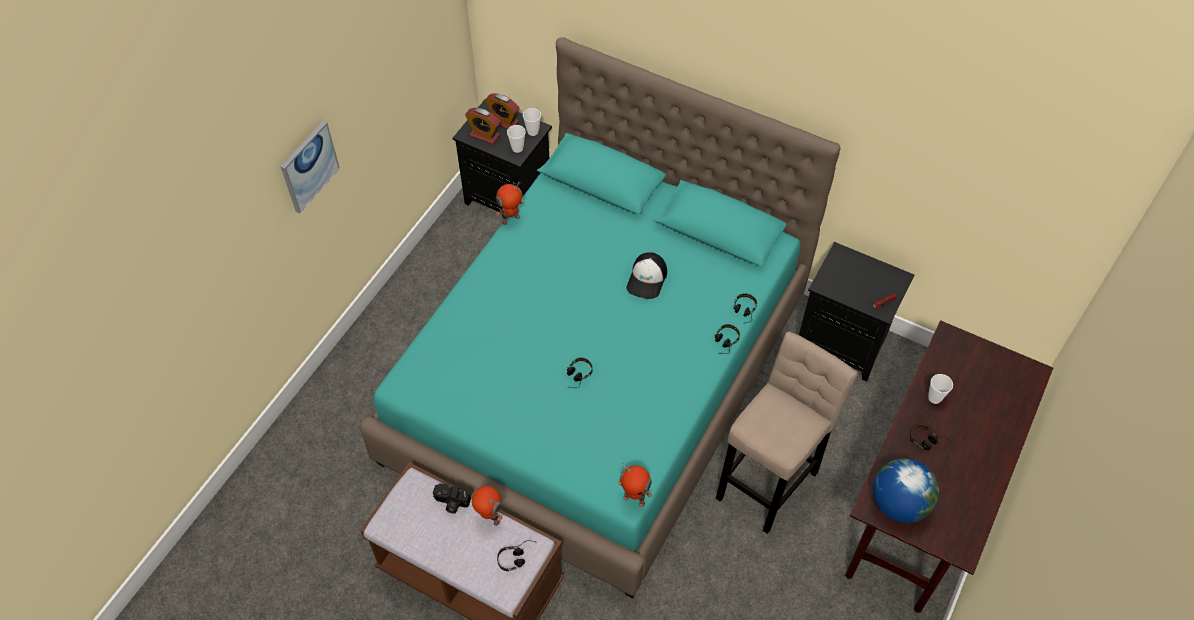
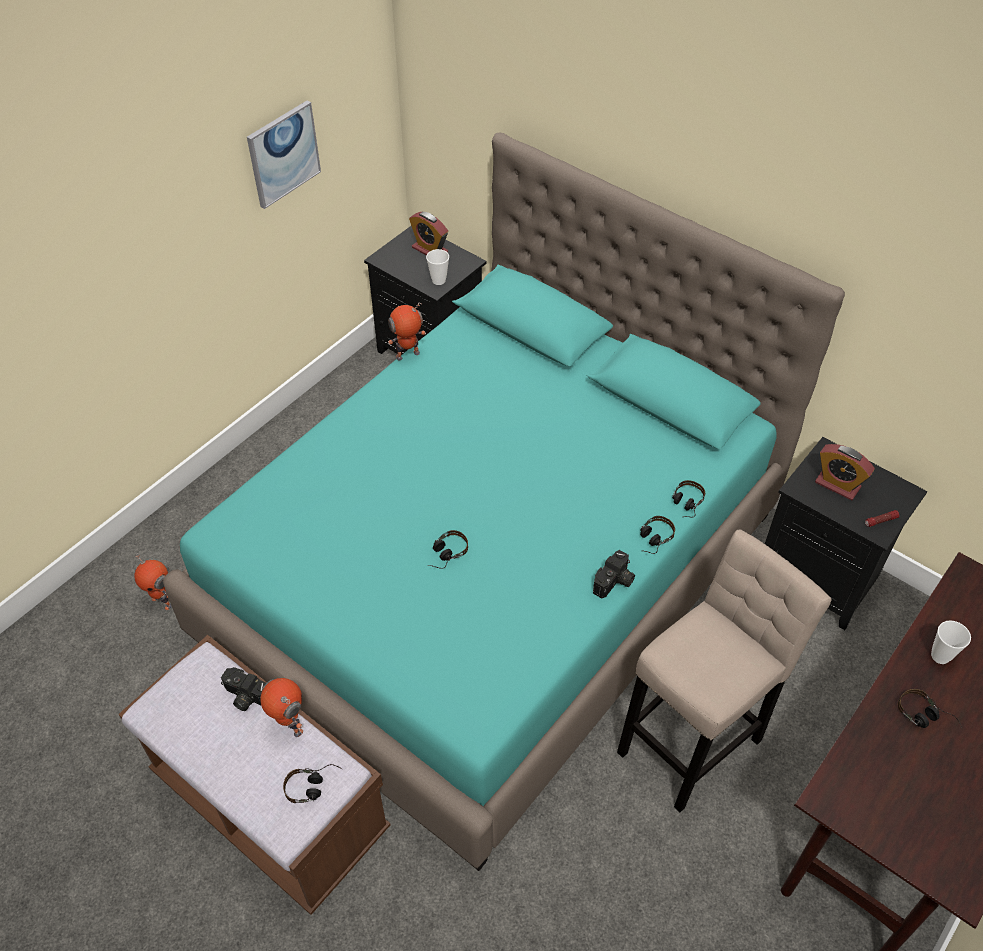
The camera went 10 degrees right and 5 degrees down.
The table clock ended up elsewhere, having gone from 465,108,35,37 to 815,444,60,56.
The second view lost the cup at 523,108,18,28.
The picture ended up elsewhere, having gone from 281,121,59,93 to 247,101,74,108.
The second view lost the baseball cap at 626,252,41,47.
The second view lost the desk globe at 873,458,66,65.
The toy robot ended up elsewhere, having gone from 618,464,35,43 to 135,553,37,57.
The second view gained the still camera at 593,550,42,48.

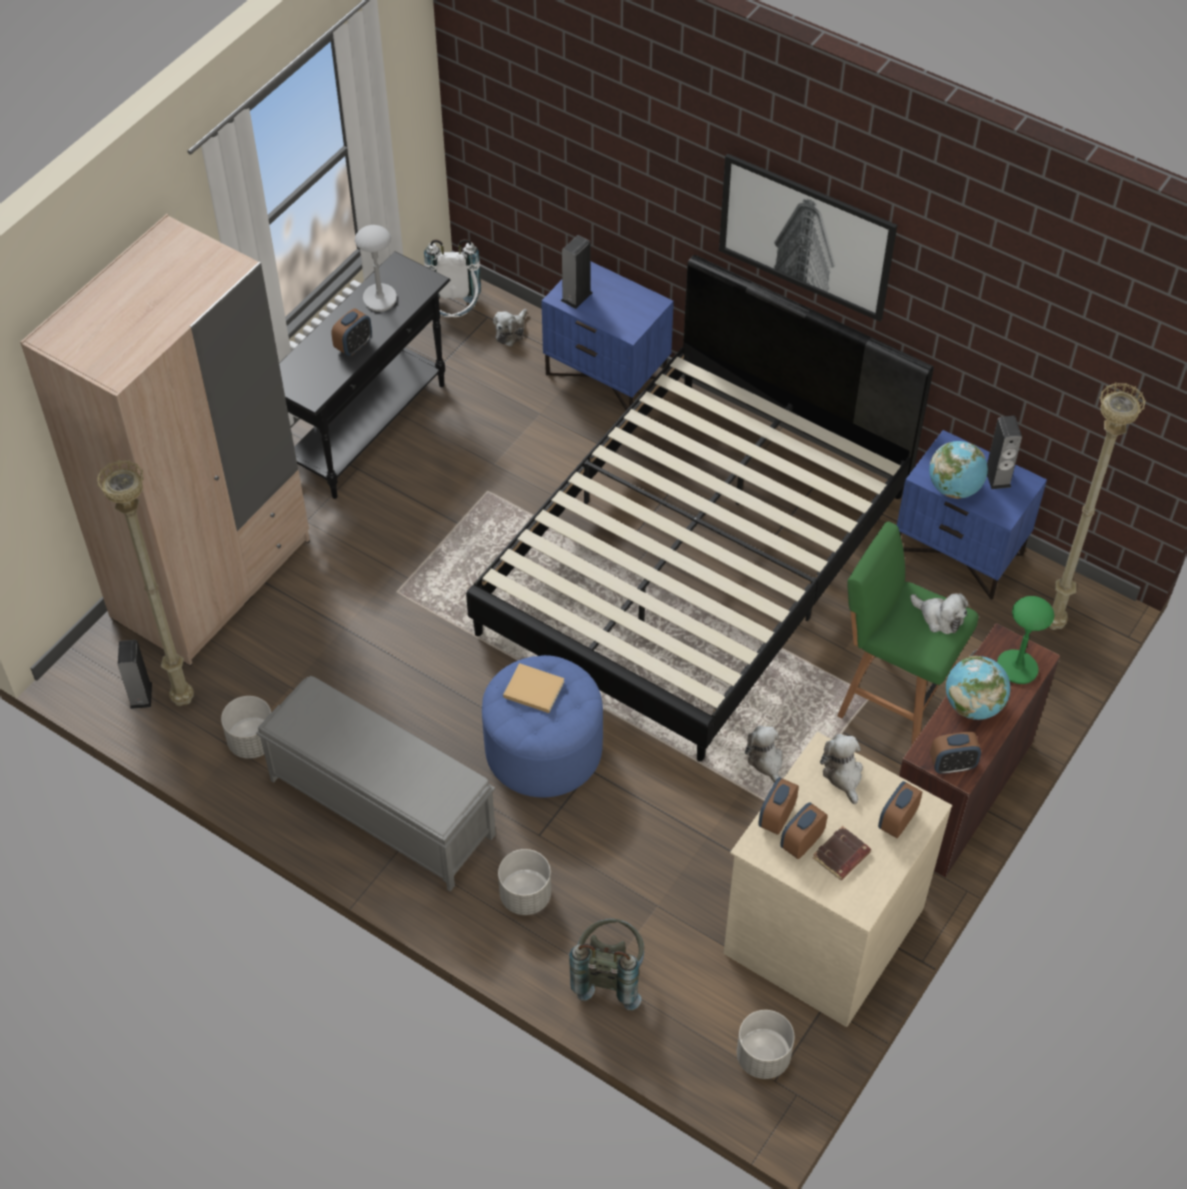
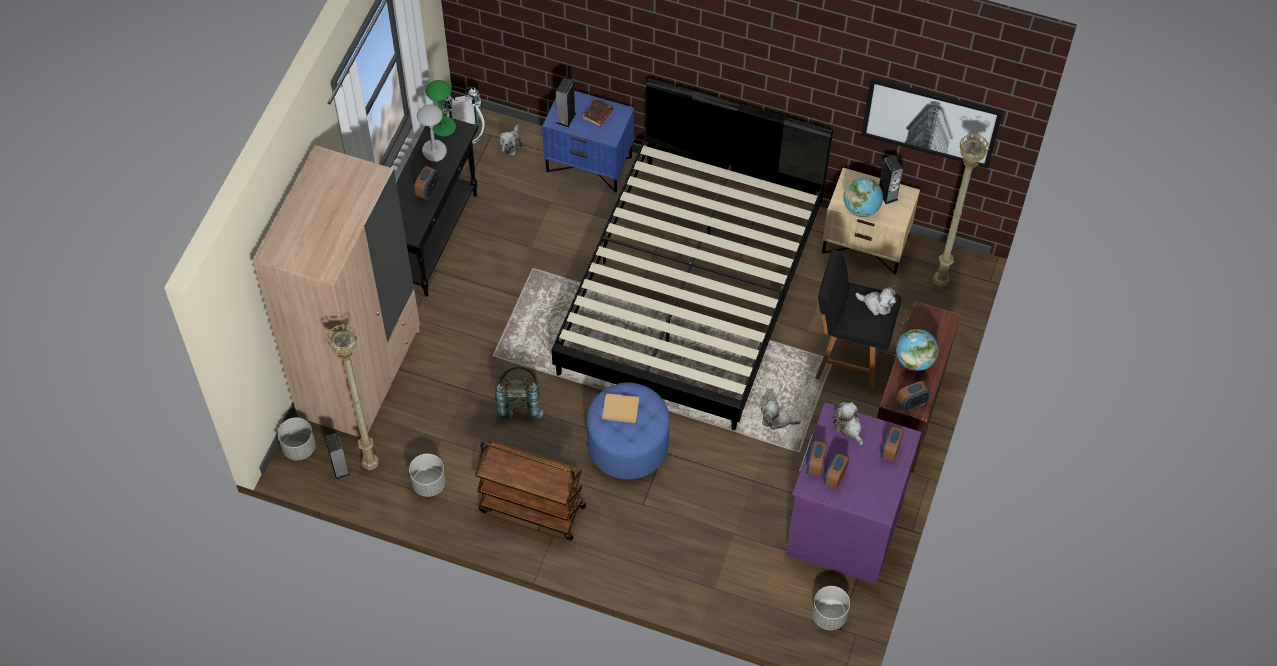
The camera went 15 degrees left and 5 degrees up.
The picture ended up elsewhere, having gone from 719,153,178,168 to 861,78,142,91.
What was the blue-coloured bedside table at 897,430,150,170 turned into the sand-coloured bedside table at 822,168,98,107.
What was the green-coloured stool seat at 837,522,142,224 turned into the black-coloured stool seat at 815,249,86,145.
The green-coloured lamp for a table ended up elsewhere, having gone from 997,596,57,88 to 426,80,30,57.
Where the greyish indoor bench stood at 256,676,240,216, the brownish wheeled cart came to stand at 475,441,111,99.
The plush toy at 745,726,38,57 ended up facing another way, 45 degrees counterclockwise from before.
What was the sand-coloured chest of drawers at 723,732,229,295 turned into the purplish chest of drawers at 785,402,137,183.
The brownish bound book ended up elsewhere, having gone from 813,826,58,54 to 583,98,31,28.
The greyish flower pot ended up elsewhere, having gone from 498,849,53,66 to 278,417,38,43.
The greyish backpack ended up elsewhere, having gone from 569,919,75,91 to 495,366,48,54.

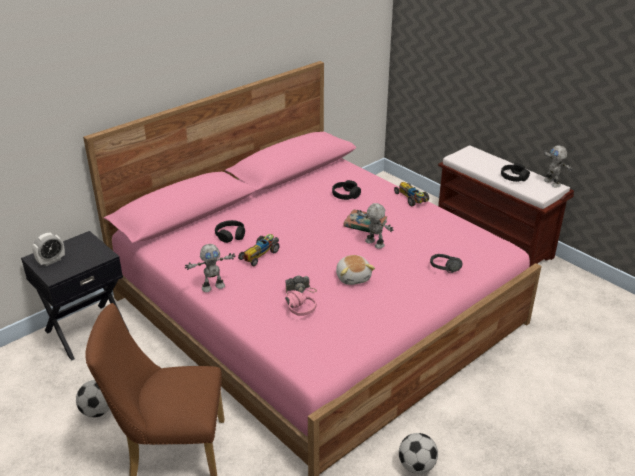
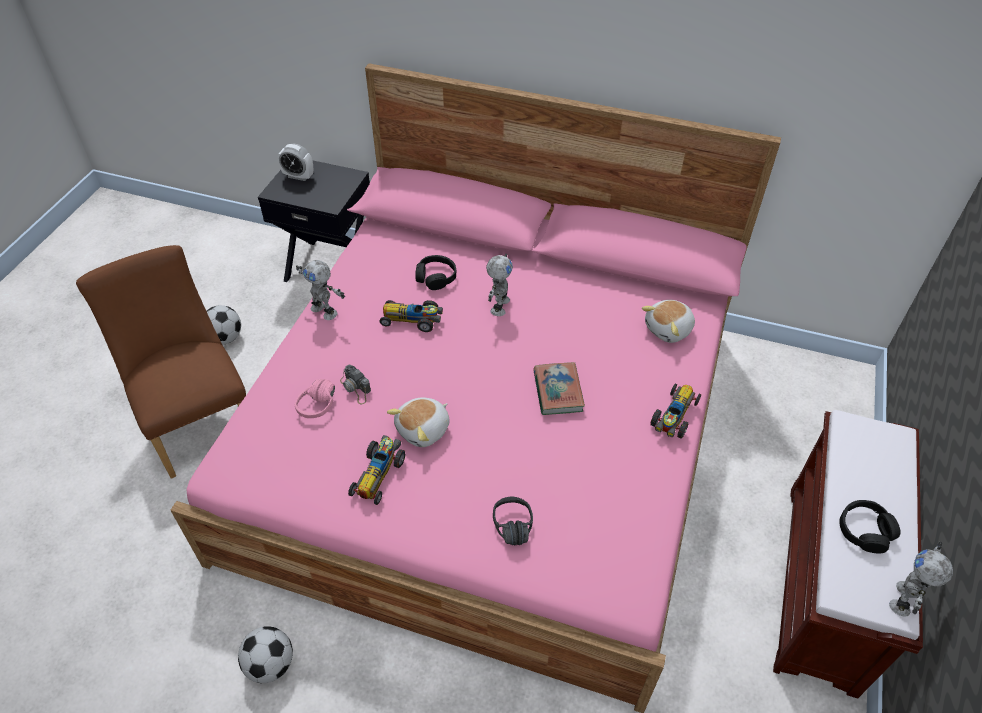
The camera went 60 degrees right and 15 degrees up.
The second view lost the black-coloured pair of headphones at 332,180,29,20.
The toy robot ended up elsewhere, having gone from 357,203,36,46 to 486,254,27,62.
The second view gained the plush toy at 642,300,53,43.
The second view gained the model car at 348,435,57,70.

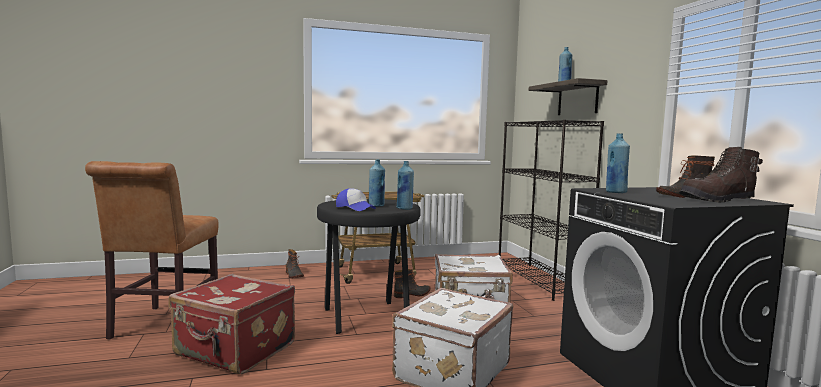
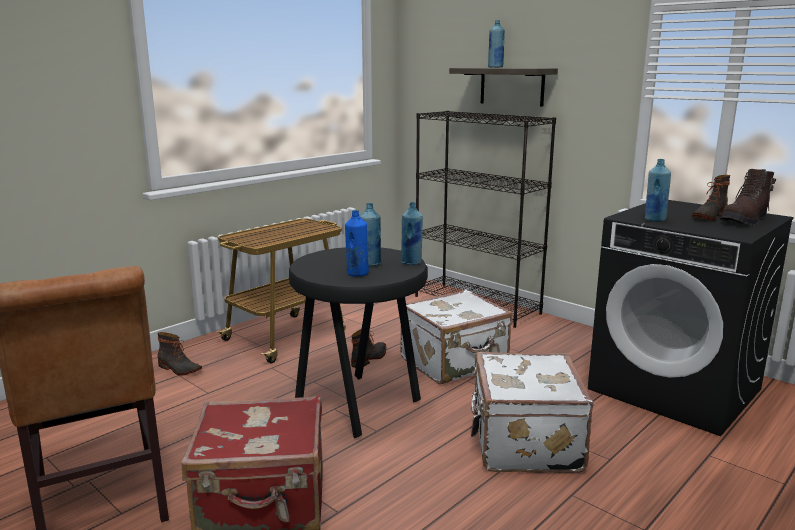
The camera went 30 degrees left and 10 degrees up.
Where the baseball cap stood at 336,188,40,23, the blue-coloured drink bottle came to stand at 345,210,24,67.

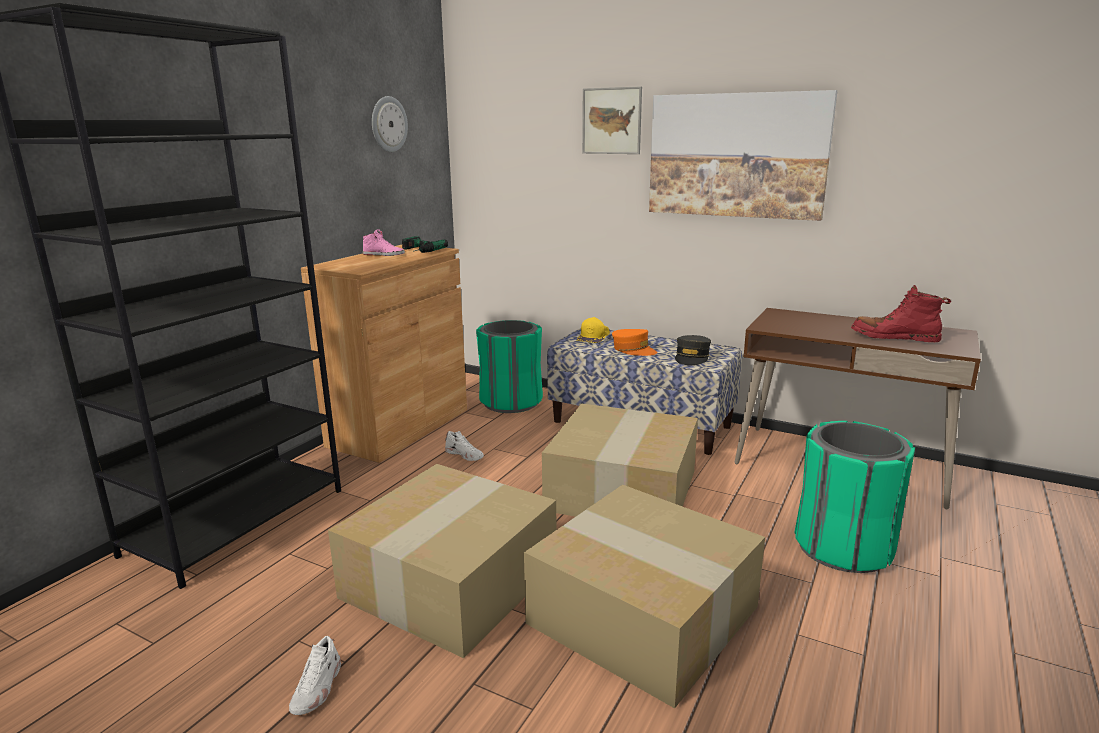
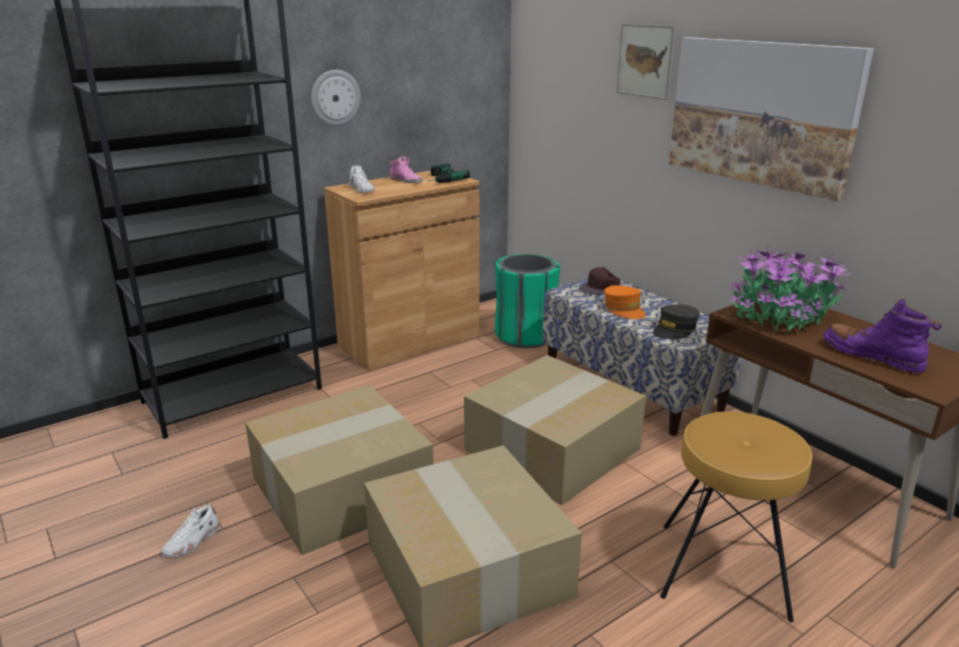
The camera went 25 degrees right and 5 degrees up.
The wall clock ended up elsewhere, having gone from 372,96,36,56 to 311,70,50,56.
What was the reddish tall boot at 851,285,100,58 turned into the purplish tall boot at 823,299,119,74.
What was the yellow baseball cap at 576,317,34,26 turned into the brownish baseball cap at 579,267,41,28.
Where the green-coloured trash can stood at 794,421,121,152, the brownish stool seat came to stand at 660,411,152,211.
The white-coloured shoe ended up elsewhere, having gone from 445,431,39,30 to 349,165,26,28.
The second view gained the potted plant at 728,242,123,90.

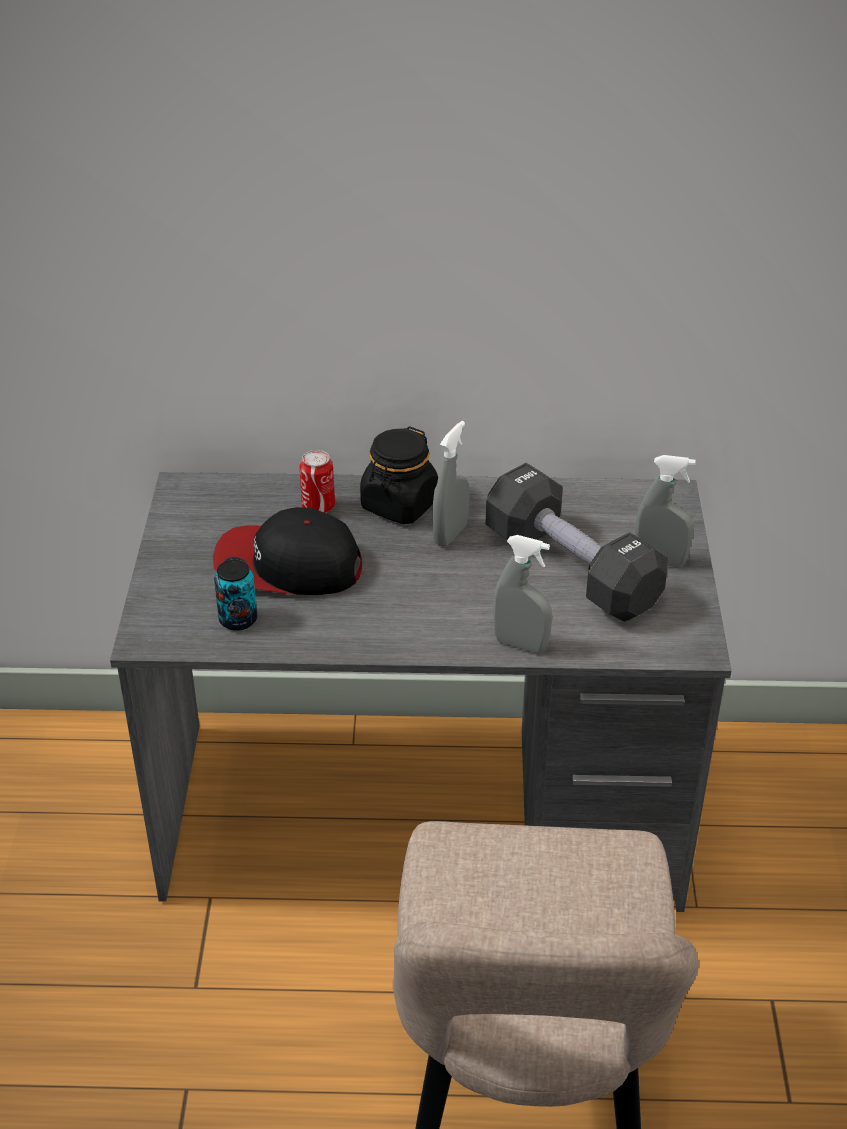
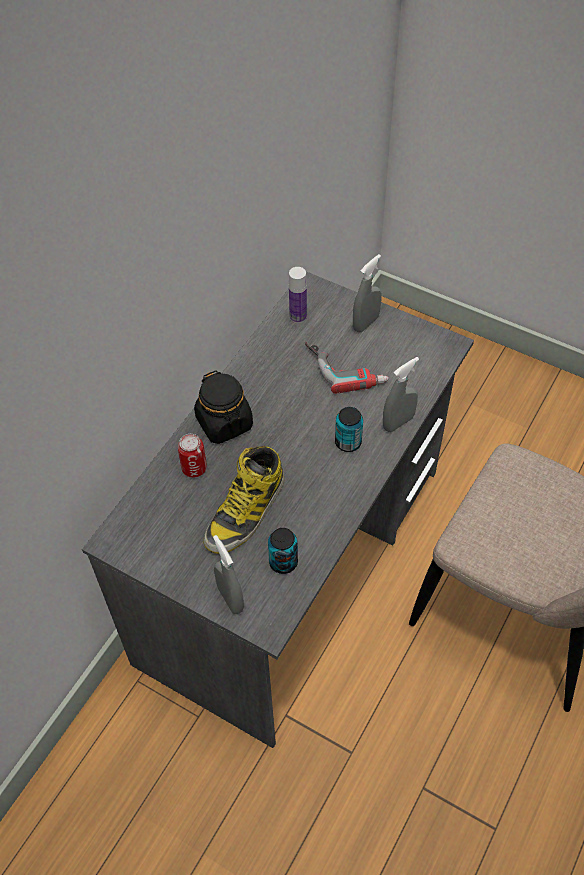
The camera went 60 degrees left and 15 degrees up.
The greyish hand sprayer ended up elsewhere, having gone from 433,421,37,126 to 213,535,31,79.
Where the black-coloured dumbbell stood at 486,463,182,159, the drill came to stand at 305,342,84,52.
Where the baseball cap stood at 213,507,149,88, the tall boot came to stand at 203,446,81,108.
The second view gained the drink bottle at 289,267,18,56.
The second view gained the can at 335,407,28,45.

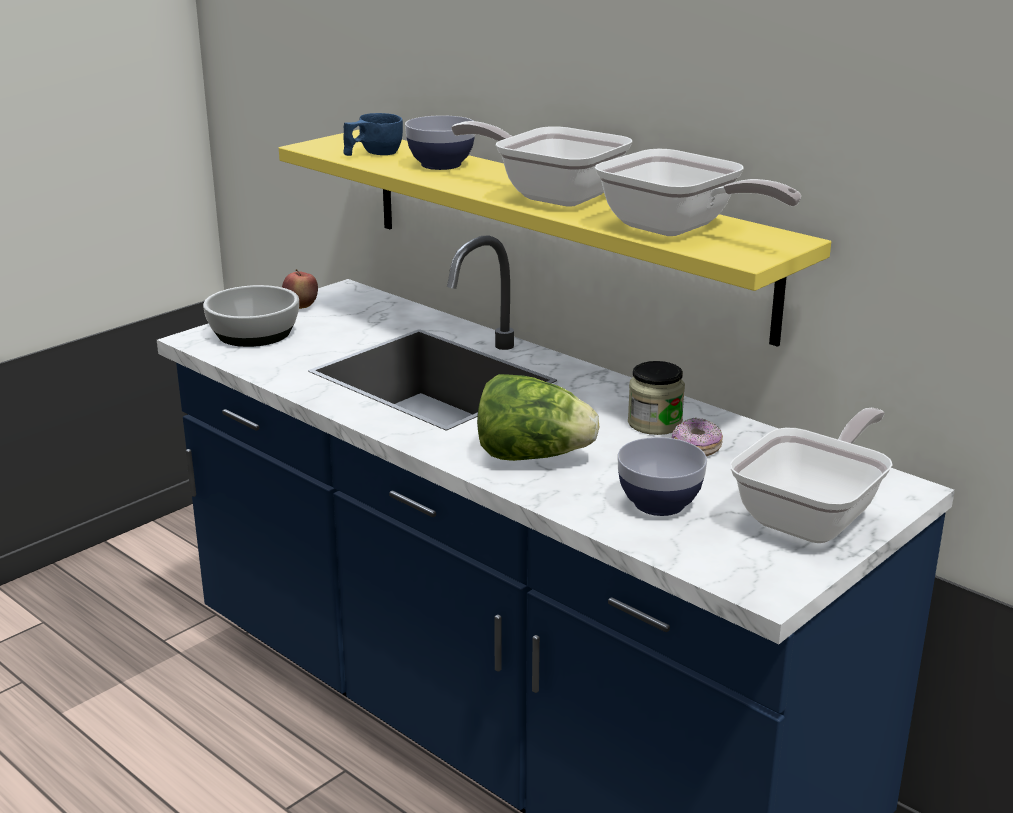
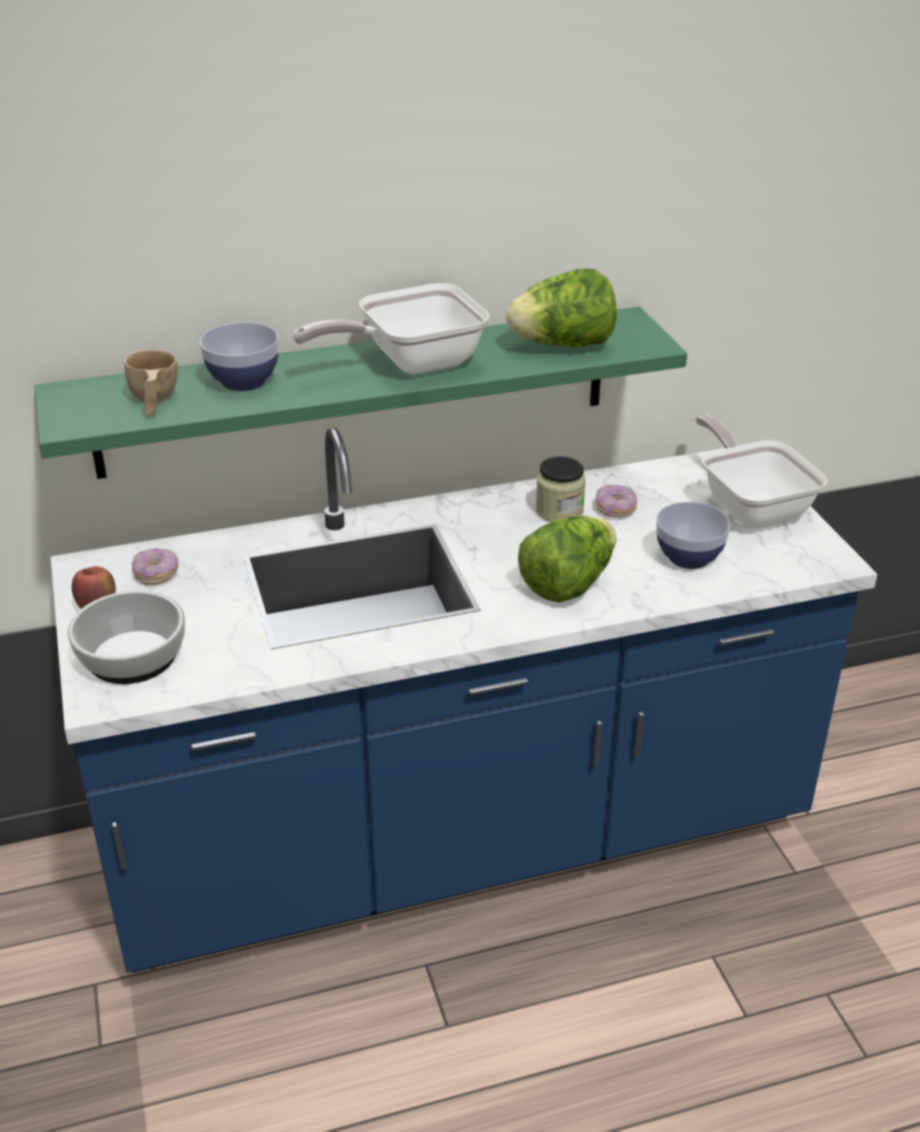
The camera went 60 degrees left and 10 degrees up.
What was the blue-coloured cup at 343,113,60,43 turned into the sand-coloured cup at 124,350,54,66.
What was the yellow bracket shelf at 279,130,552,217 turned into the green-coloured bracket shelf at 34,307,653,172.
Where the frying pan stood at 595,149,206,87, the head of lettuce came to stand at 506,268,111,79.
The second view gained the doughnut at 132,548,46,37.

